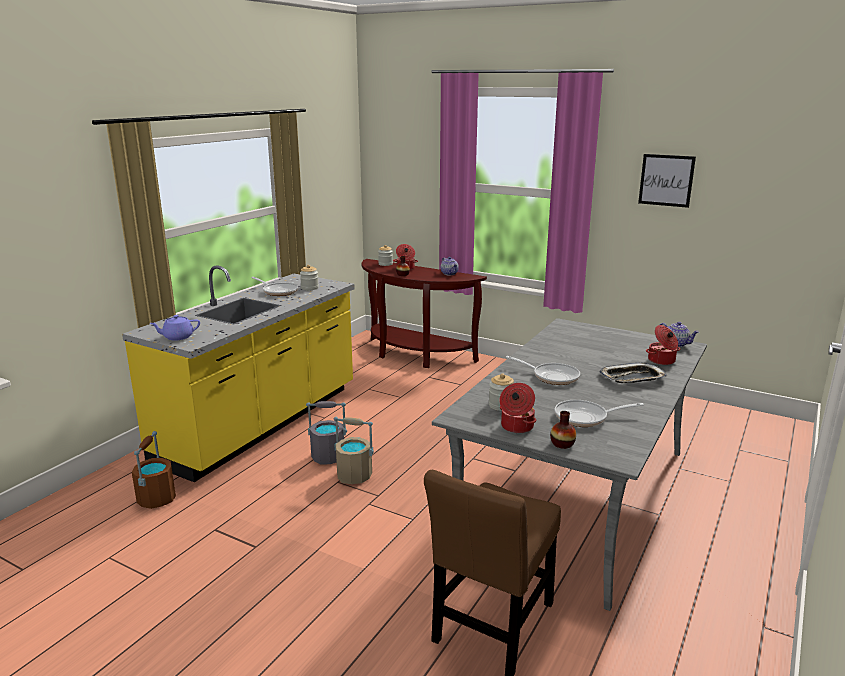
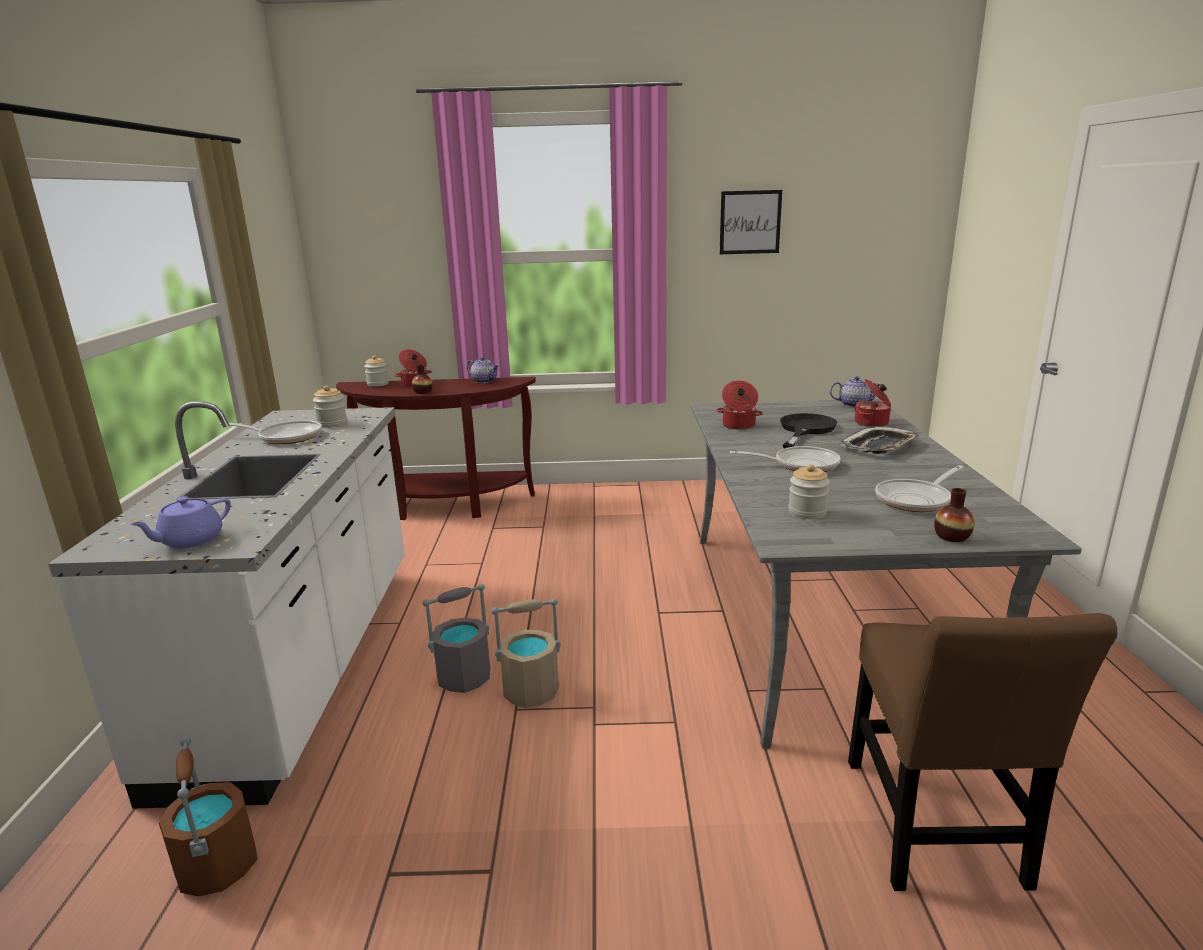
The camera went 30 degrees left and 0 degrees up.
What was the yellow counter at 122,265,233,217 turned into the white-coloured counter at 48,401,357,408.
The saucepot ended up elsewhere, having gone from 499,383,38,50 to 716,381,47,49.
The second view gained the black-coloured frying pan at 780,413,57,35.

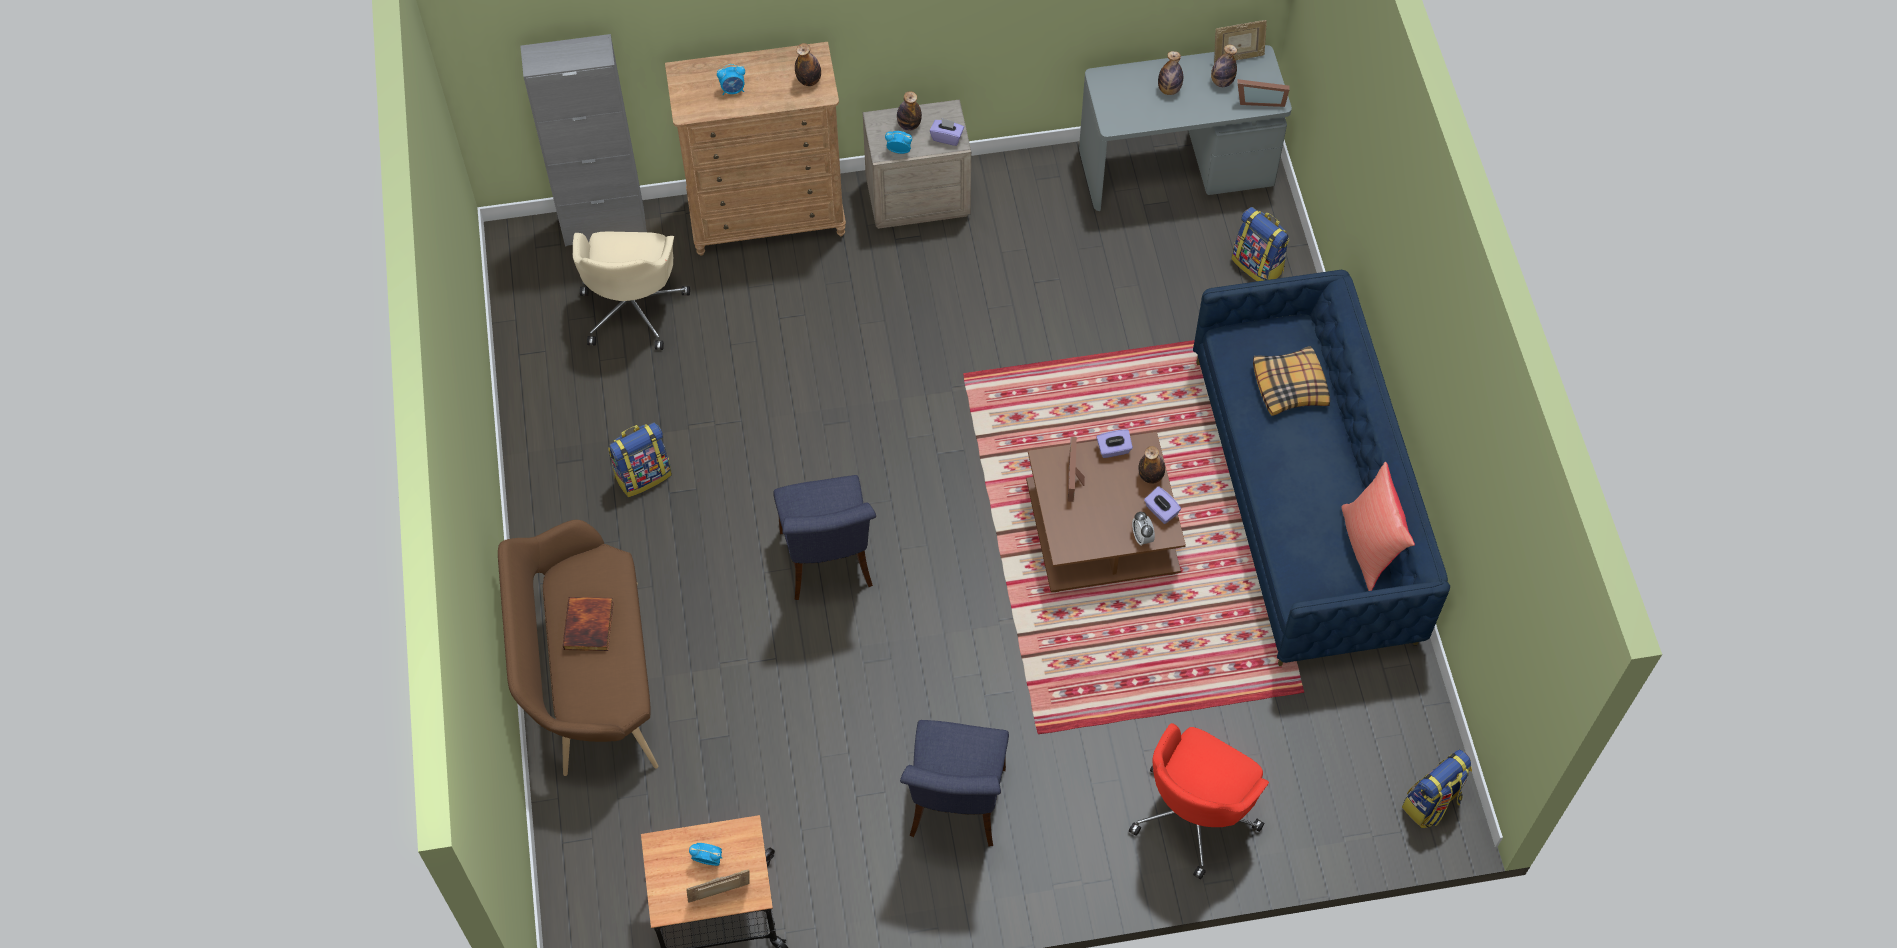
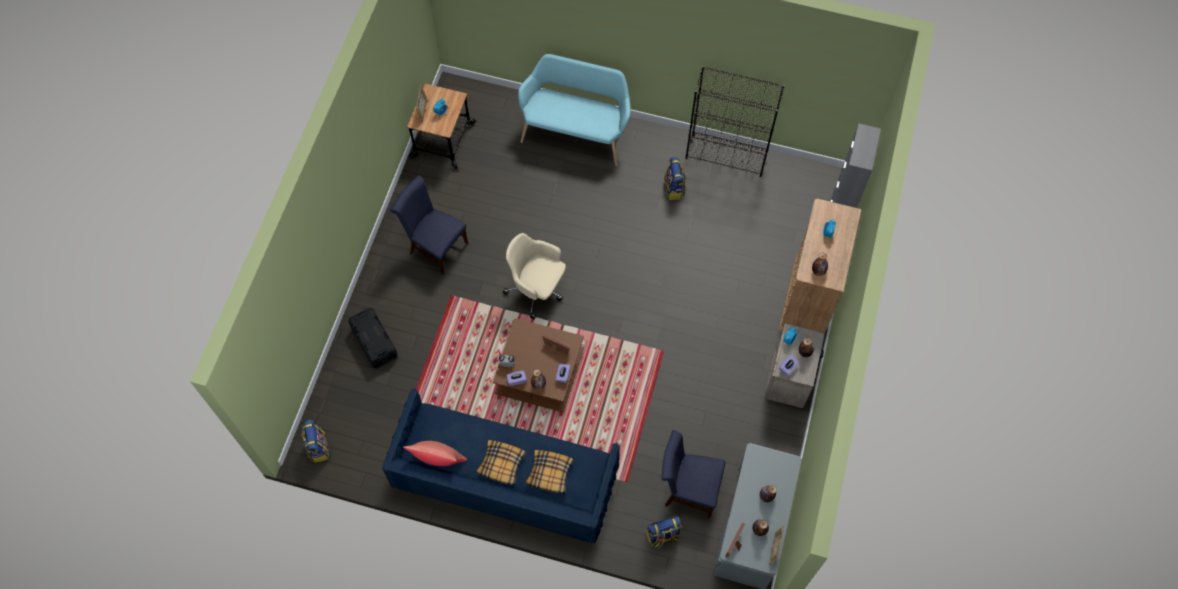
The camera went 115 degrees right and 5 degrees up.
The sand-coloured desk chair ended up elsewhere, having gone from 573,231,117,119 to 503,233,63,86.
The blue-coloured plain chair ended up elsewhere, having gone from 773,475,103,125 to 661,430,65,89.
What was the brownish indoor bench at 498,520,160,256 turned into the turquoise indoor bench at 518,54,113,112.
The second view lost the bound book at 563,597,50,54.
Where the reddish desk chair stood at 1129,723,140,157, the black-coloured storage box came to stand at 348,308,49,61.
The second view gained the black-coloured bookshelf at 686,66,99,111.
The second view gained the cushion at 476,440,50,45.

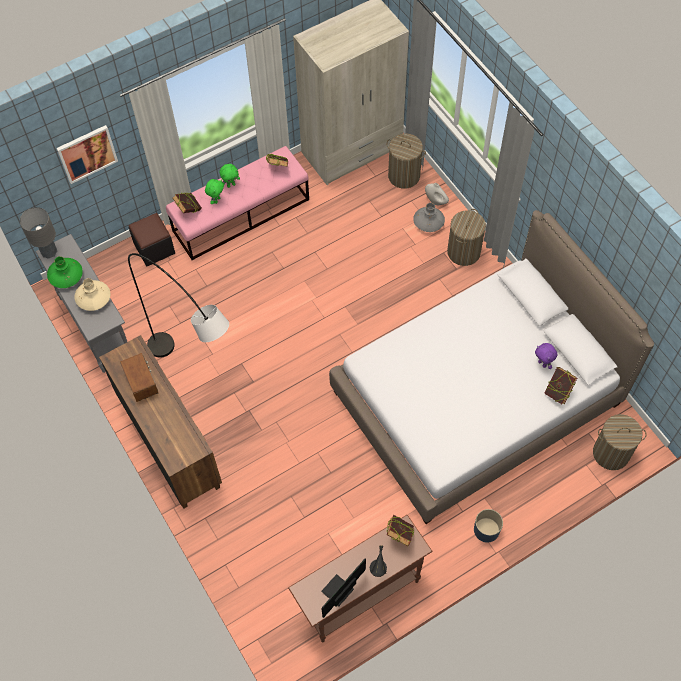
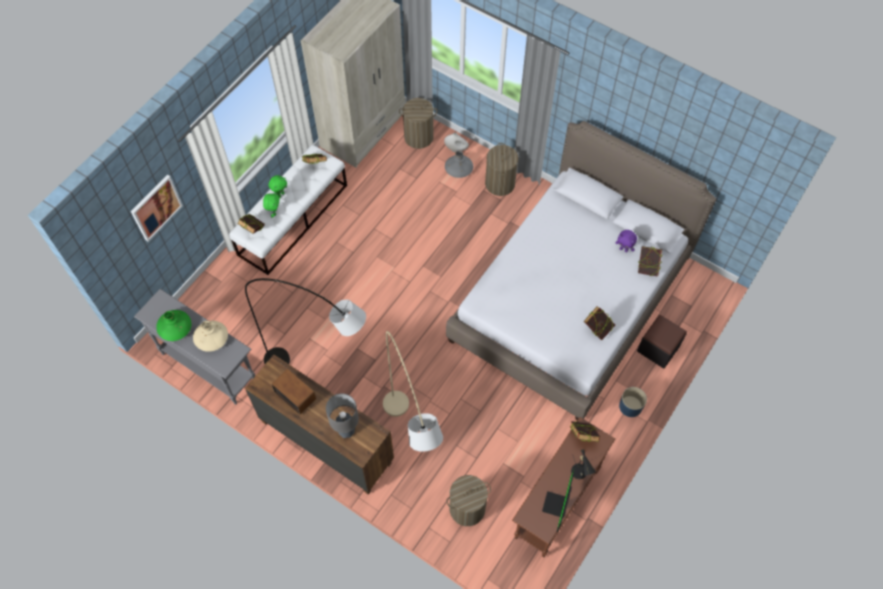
The camera went 25 degrees left and 0 degrees up.
What was the pink-coloured indoor bench at 166,146,143,114 turned into the white-coloured indoor bench at 229,144,118,131.
The greyish lamp for a table ended up elsewhere, having gone from 20,207,37,52 to 326,394,33,44.
The black-coloured pouffe ended up elsewhere, having gone from 128,213,47,53 to 637,315,50,54.
The washing basket ended up elsewhere, having gone from 593,414,54,56 to 446,475,45,51.
The second view gained the bound book at 584,307,31,33.
The second view gained the sand-coloured standing lamp at 383,331,60,121.

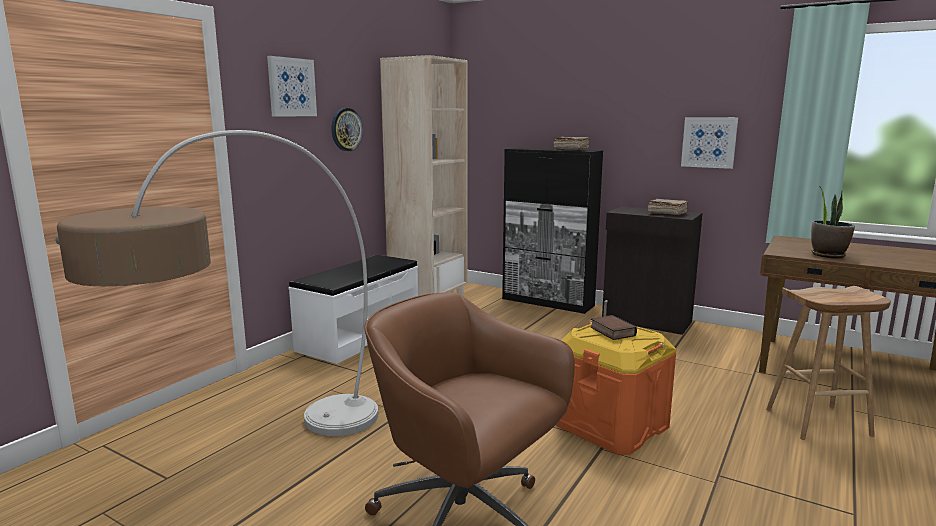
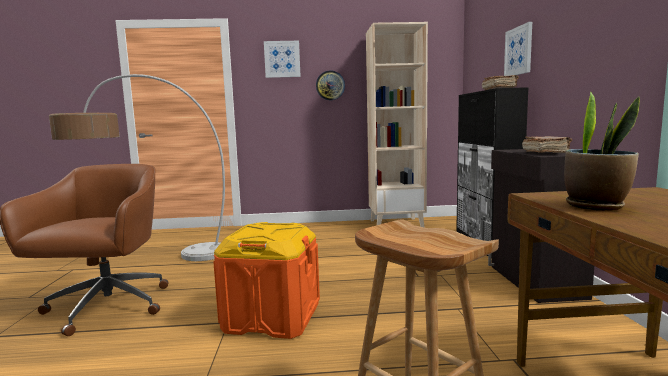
The camera went 55 degrees right and 5 degrees down.
The picture ended up elsewhere, having gone from 681,117,57,52 to 504,22,28,54.
The second view lost the white-coloured indoor bench at 289,255,129,109.
The second view lost the bound book at 590,315,47,25.

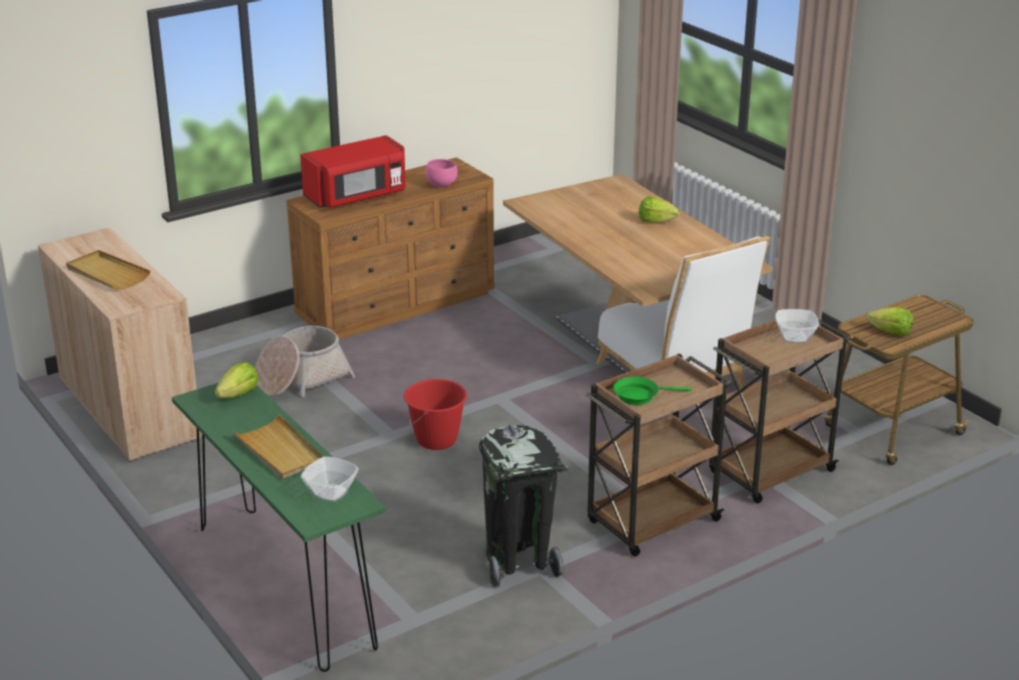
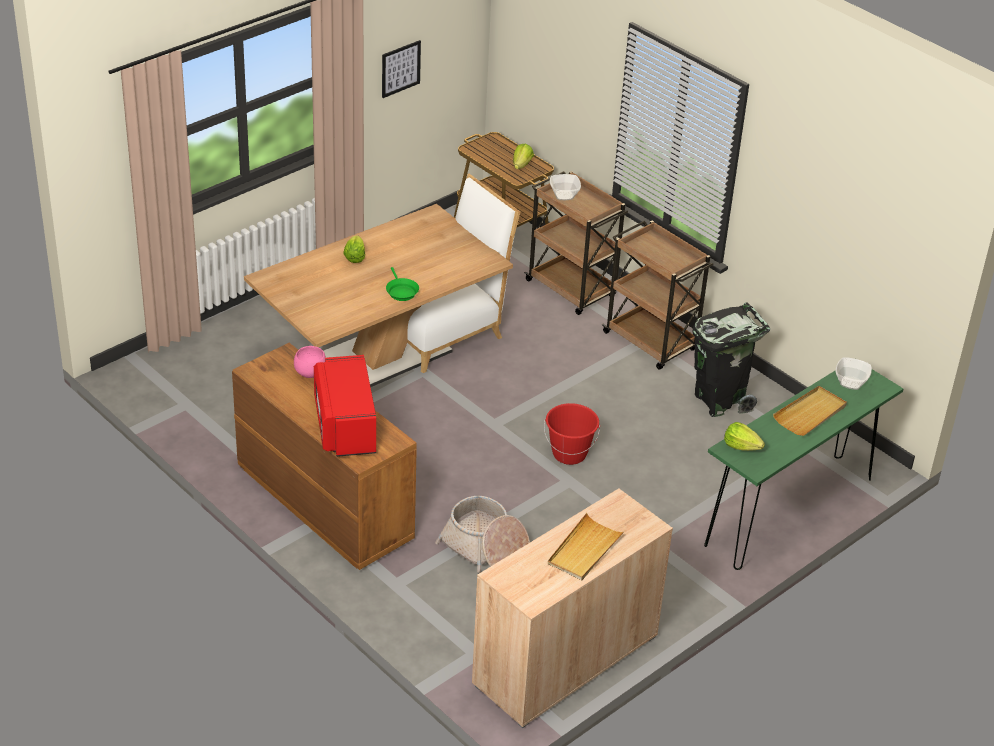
The camera went 100 degrees left and 10 degrees up.
The reddish microwave oven at 300,135,106,73 ended up facing another way, 150 degrees counterclockwise from before.
The green-coloured frying pan ended up elsewhere, having gone from 613,376,79,29 to 386,267,33,34.
The second view gained the picture at 382,40,39,58.

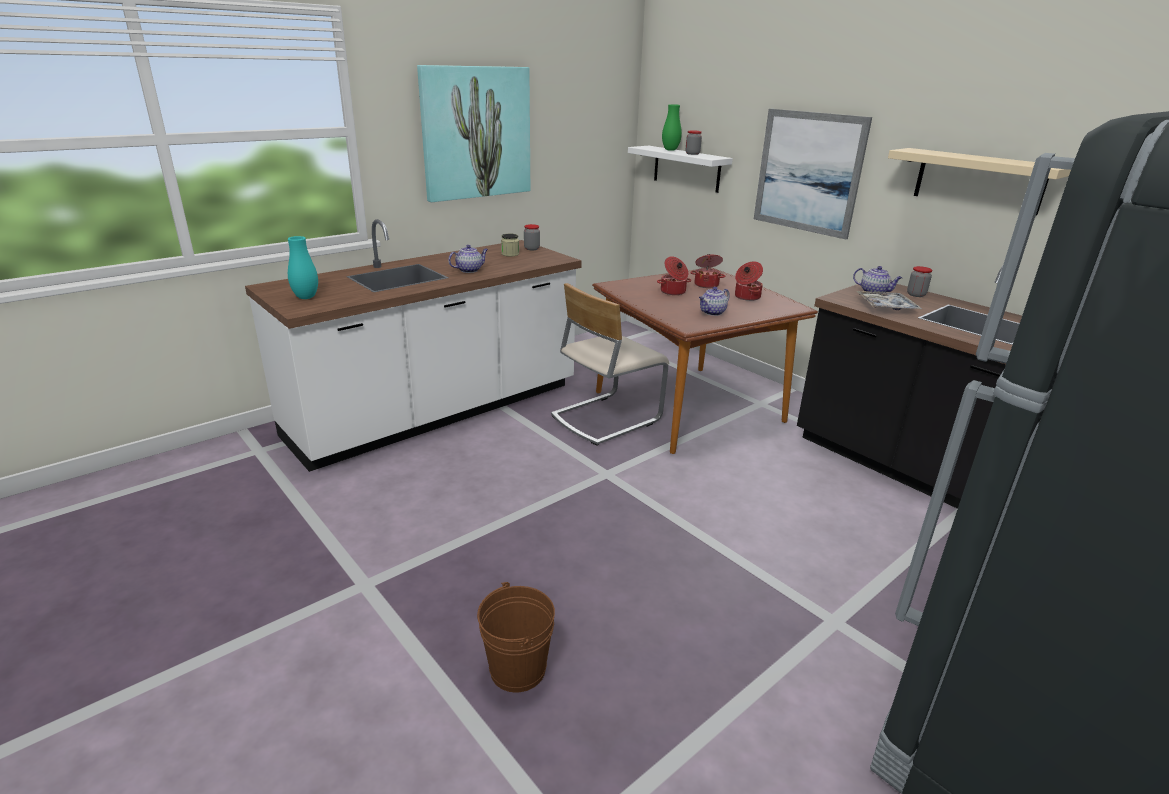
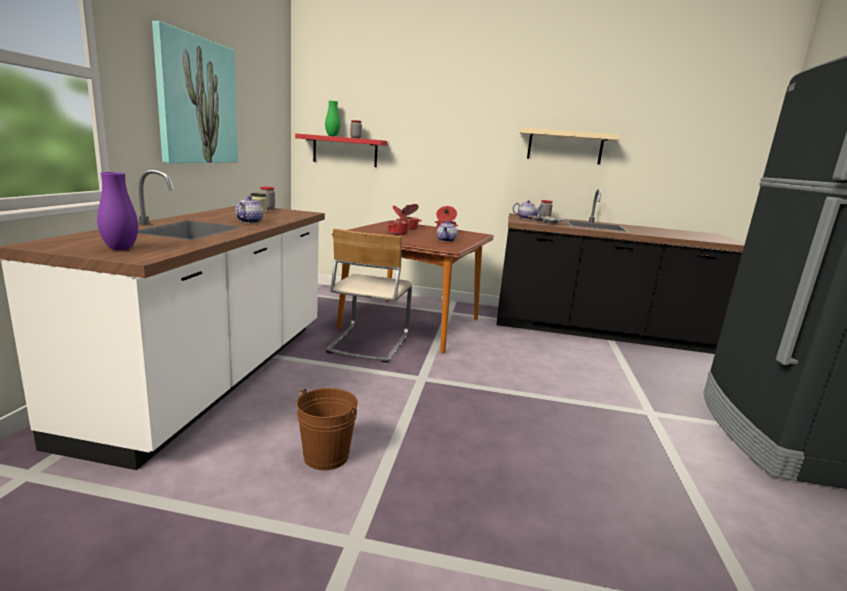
The camera went 40 degrees left and 10 degrees down.
The second view lost the picture at 754,109,118,130.
What was the white-coloured bracket shelf at 628,146,105,47 turned into the reddish bracket shelf at 295,133,92,34.
What was the turquoise decorative vase at 288,236,30,63 turned into the purplish decorative vase at 97,172,41,78.
The brownish pail ended up elsewhere, having gone from 477,582,78,111 to 296,388,62,82.

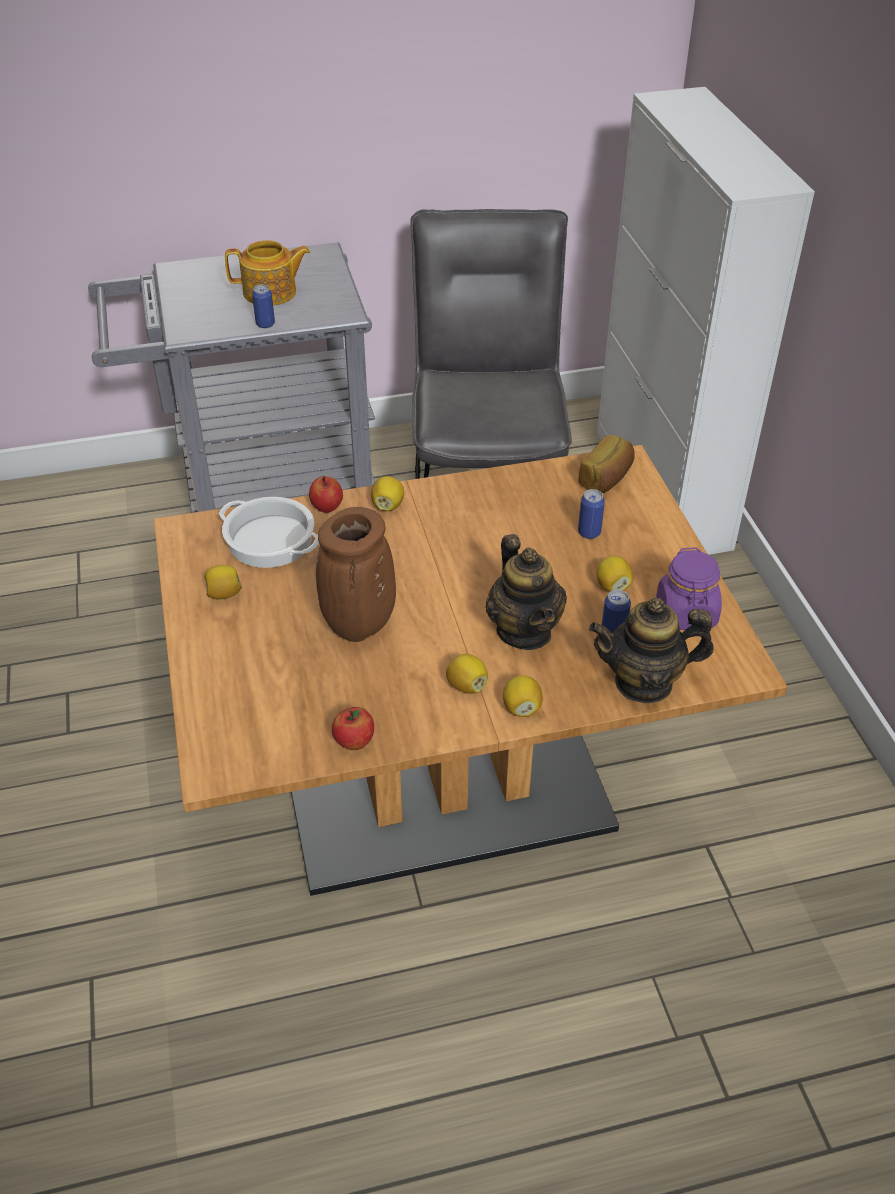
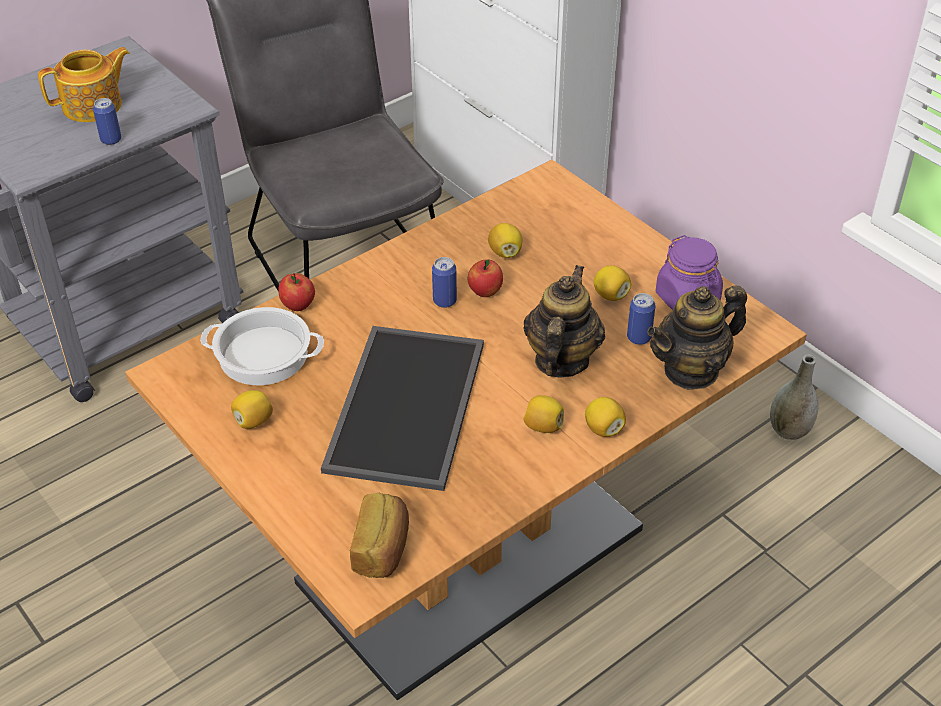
The camera went 25 degrees left and 0 degrees up.
The bakery bread ended up elsewhere, having gone from 578,435,57,58 to 350,493,59,85.
The lemon ended up elsewhere, having gone from 371,476,33,35 to 488,223,34,35.
The can ended up elsewhere, having gone from 578,489,27,50 to 432,257,25,51.
Where the brownish decorative vase stood at 315,507,81,135, the serving tray came to stand at 321,326,163,165.
The teapot at 486,534,81,116 ended up facing another way, 120 degrees counterclockwise from before.
The apple ended up elsewhere, having gone from 332,707,42,43 to 468,259,35,38.
The second view gained the greyish decorative vase at 770,354,48,86.

